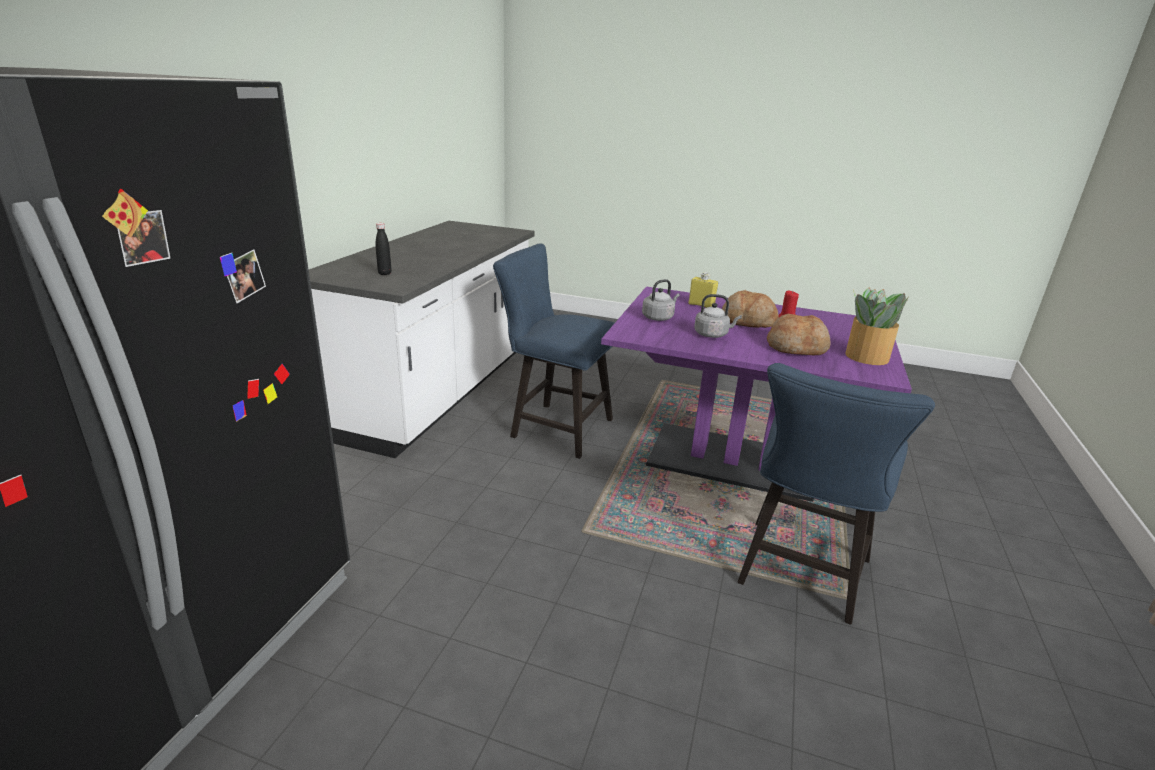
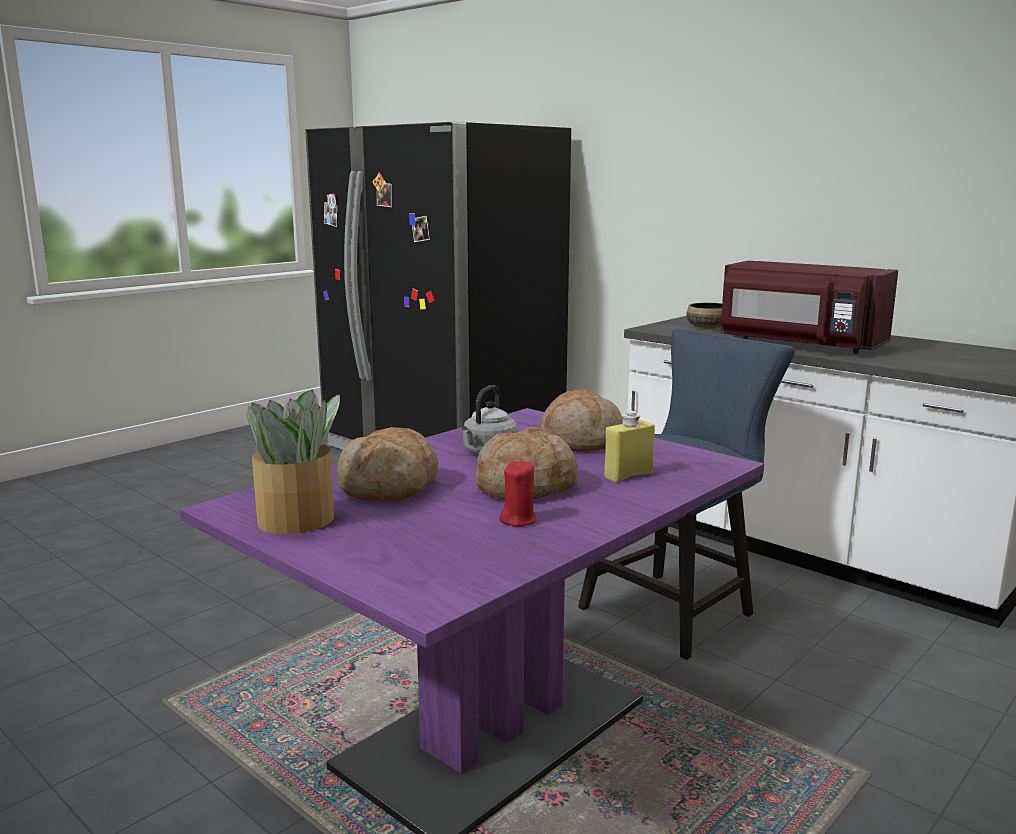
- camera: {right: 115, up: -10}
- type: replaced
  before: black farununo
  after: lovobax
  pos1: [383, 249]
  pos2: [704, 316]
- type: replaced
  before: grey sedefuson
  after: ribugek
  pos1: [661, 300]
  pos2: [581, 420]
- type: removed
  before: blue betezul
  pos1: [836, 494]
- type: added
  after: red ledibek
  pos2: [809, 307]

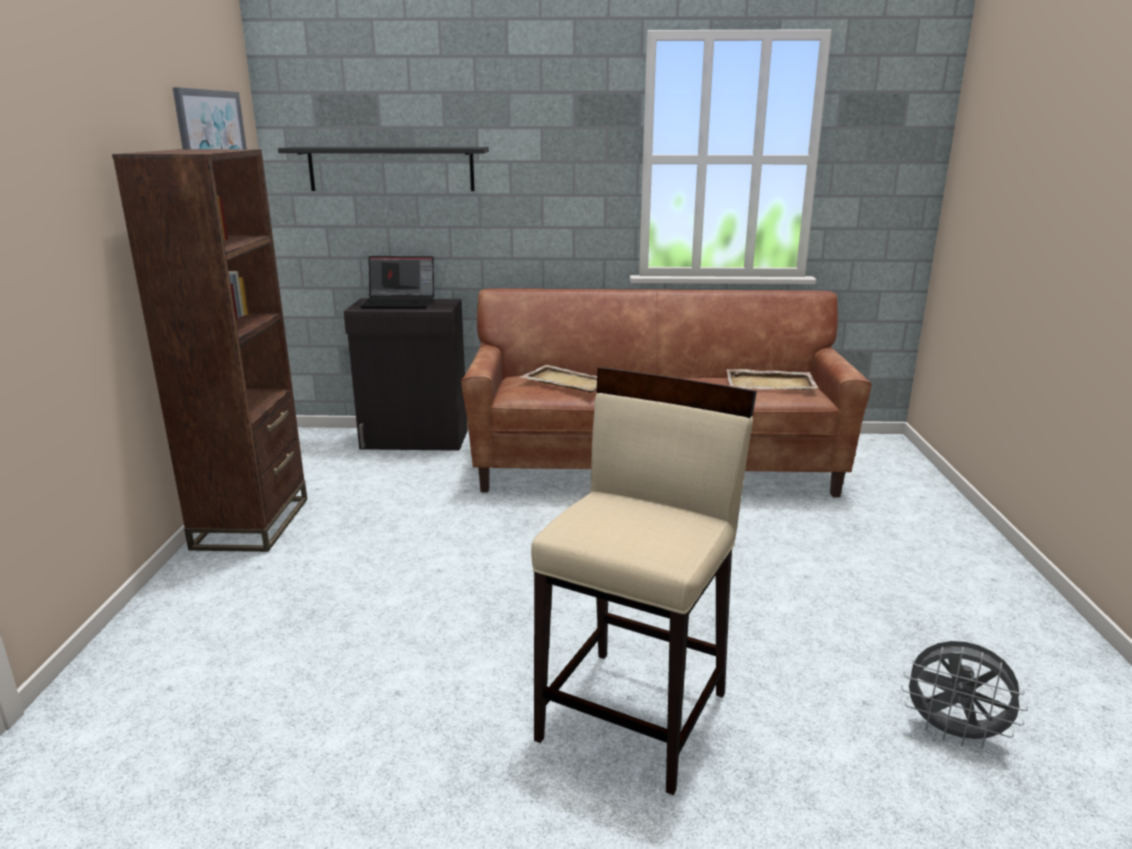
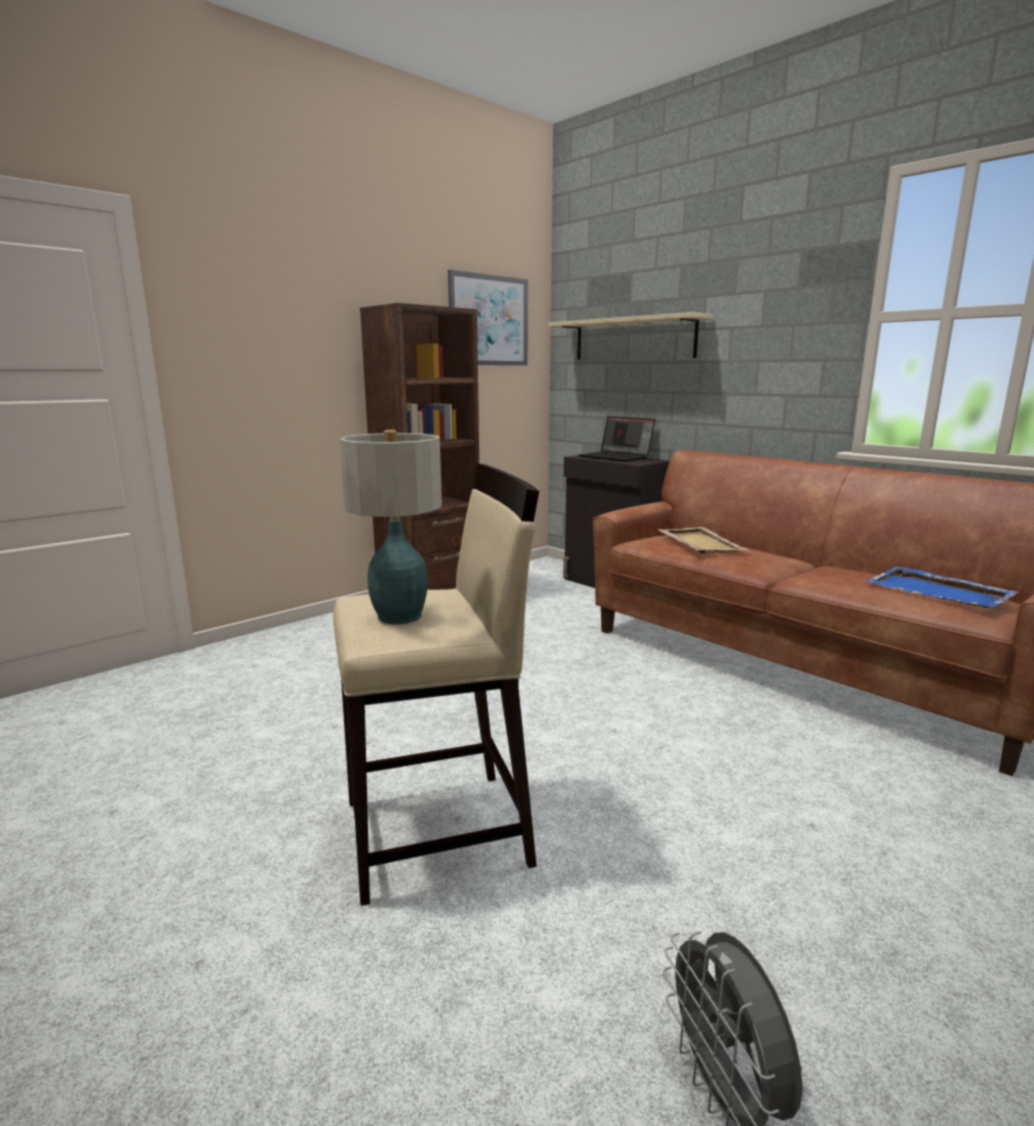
- camera: {right: 45, up: -5}
- type: recoloured
  before: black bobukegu
  after: beige bobukegu
  pos1: [383, 169]
  pos2: [630, 336]
- type: recoloured
  before: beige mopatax
  after: blue mopatax
  pos1: [772, 379]
  pos2: [942, 587]
- type: added
  after: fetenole
  pos2: [391, 527]

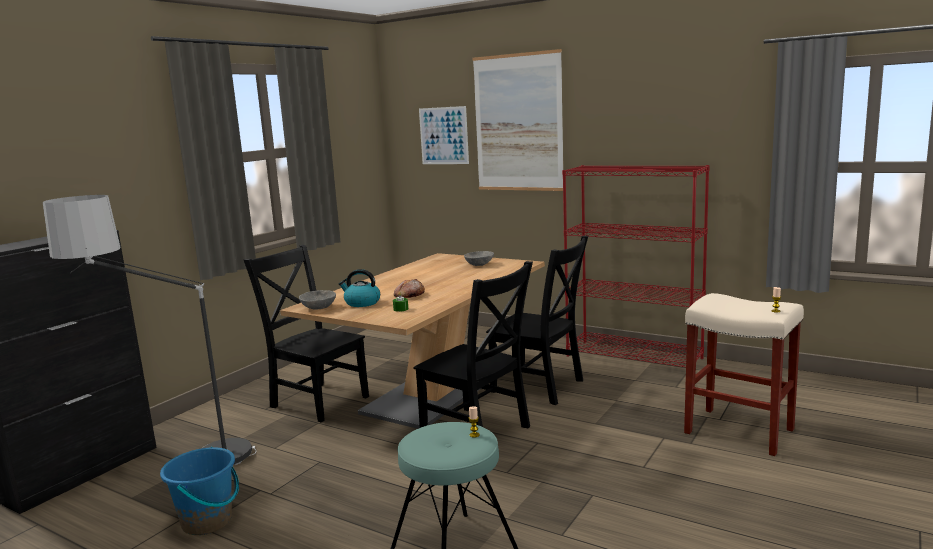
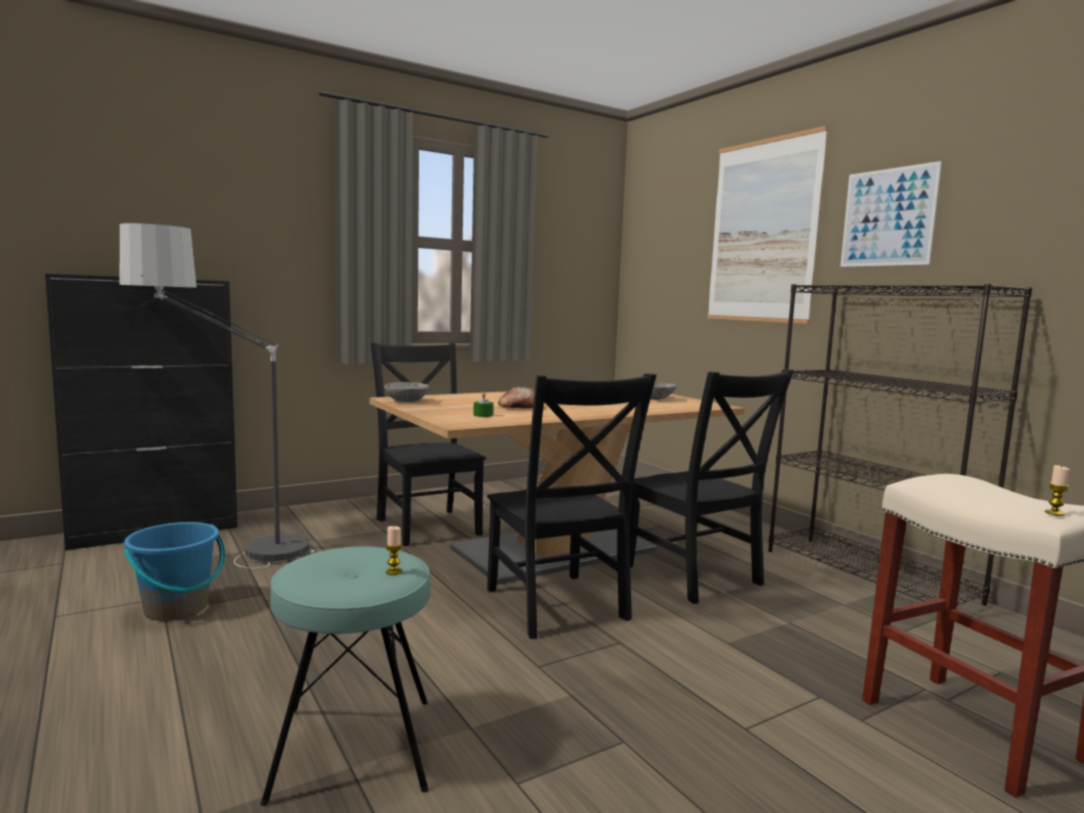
- camera: {right: 25, up: -5}
- type: removed
  before: sedefuson
  pos1: [359, 288]
- type: moved
  before: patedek
  pos1: [444, 135]
  pos2: [891, 214]
- type: recoloured
  before: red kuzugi
  after: black kuzugi
  pos1: [636, 266]
  pos2: [900, 445]

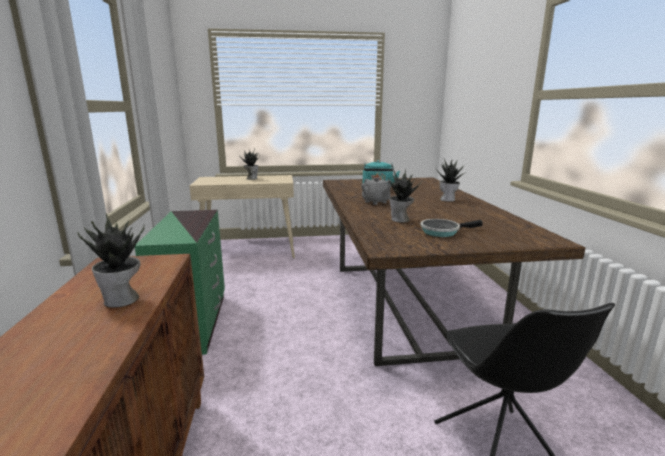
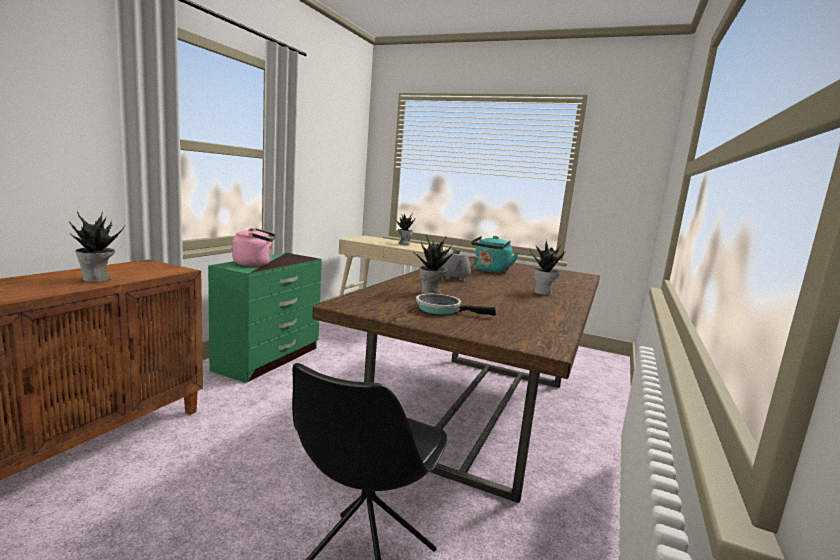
- camera: {right: 30, up: -5}
- type: added
  after: pink sedefuson
  pos2: [254, 247]

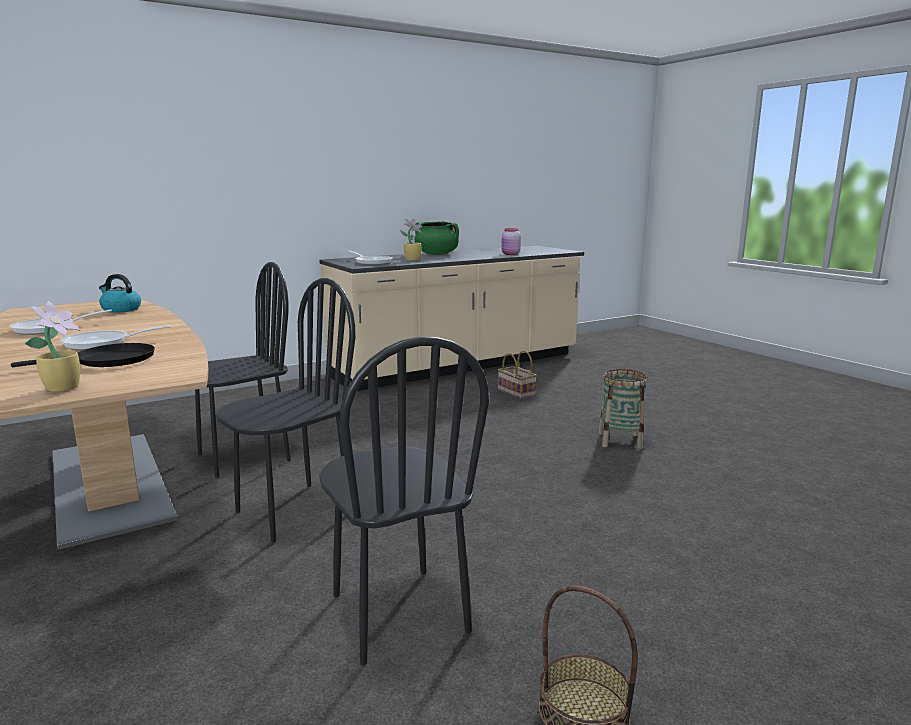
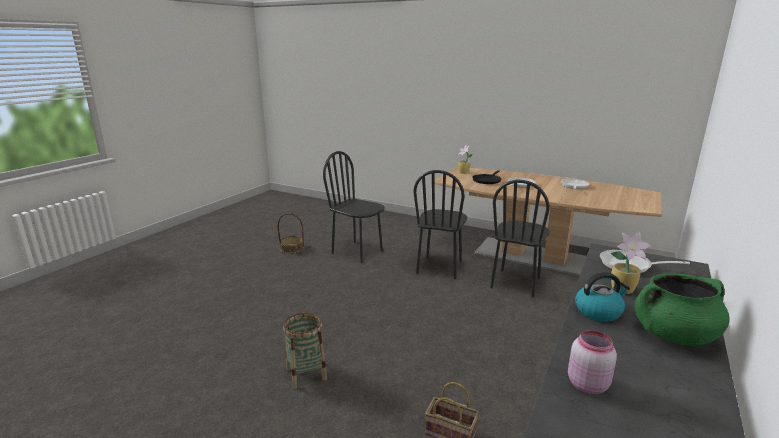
- camera: {right: 150, up: 5}
- type: moved
  before: sedefuson
  pos1: [120, 293]
  pos2: [602, 296]

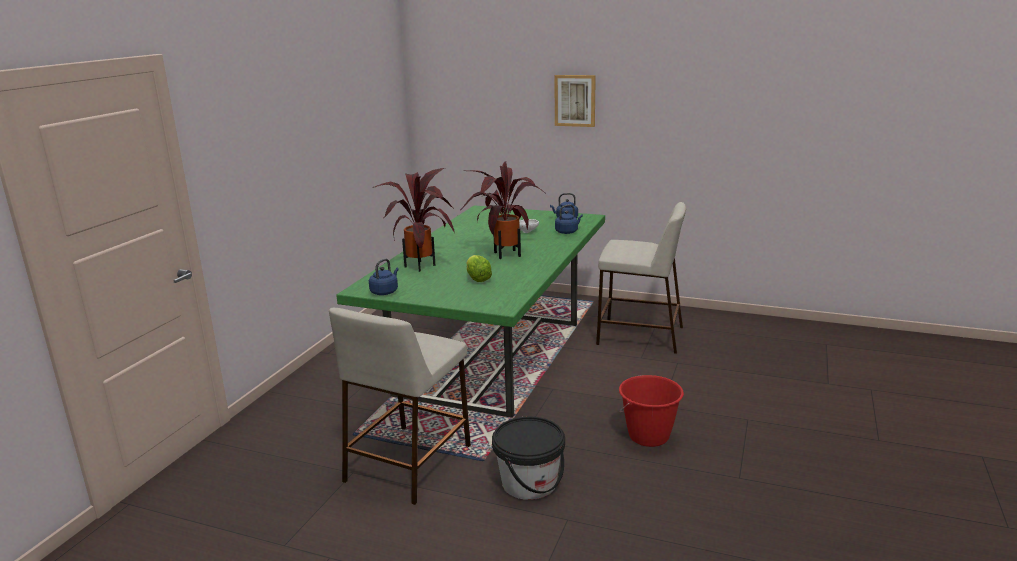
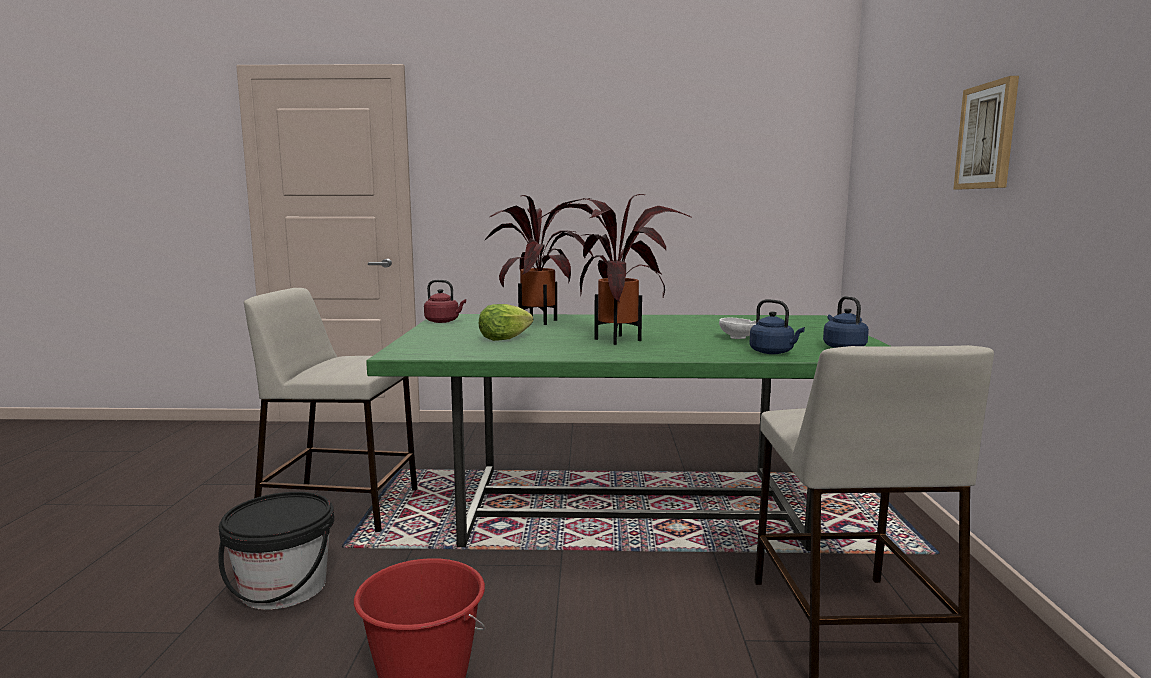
- camera: {right: 70, up: -10}
- type: recoloured
  before: blue sedefuson
  after: red sedefuson
  pos1: [384, 276]
  pos2: [445, 301]

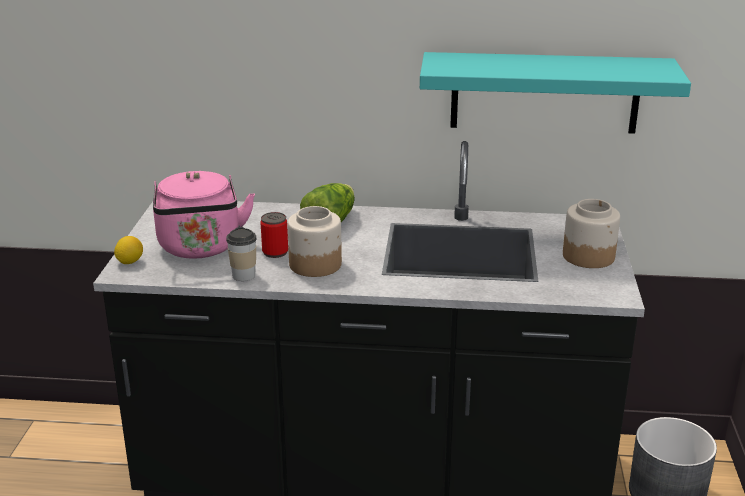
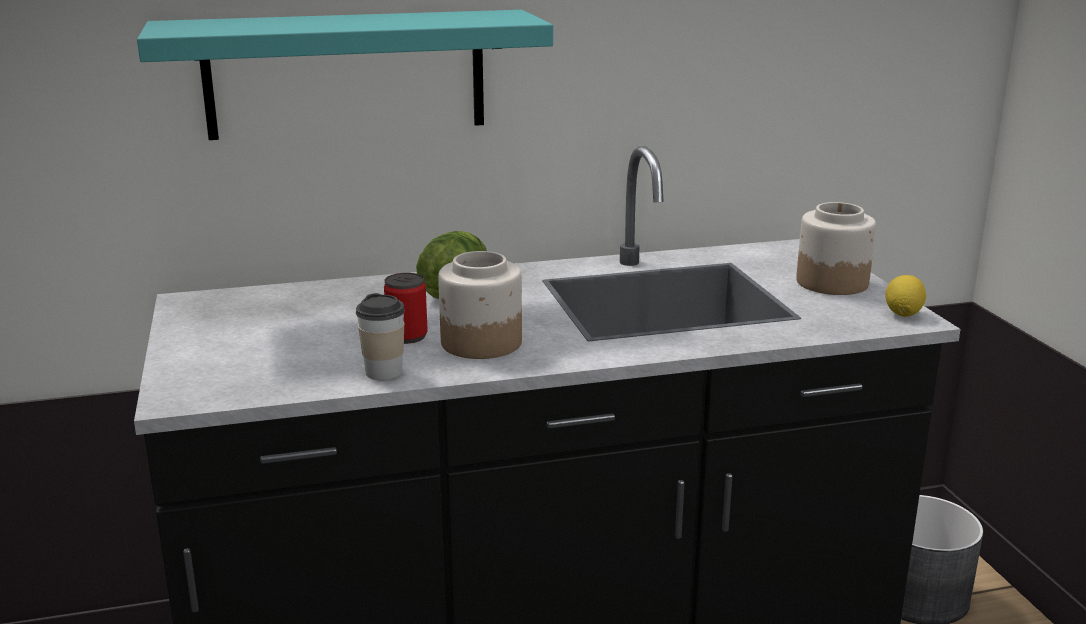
- camera: {right: -20, up: -5}
- type: moved
  before: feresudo
  pos1: [128, 250]
  pos2: [905, 296]
- type: removed
  before: pink sedefuson
  pos1: [204, 215]
- type: moved
  before: turquoise bobukegu
  pos1: [555, 93]
  pos2: [345, 75]

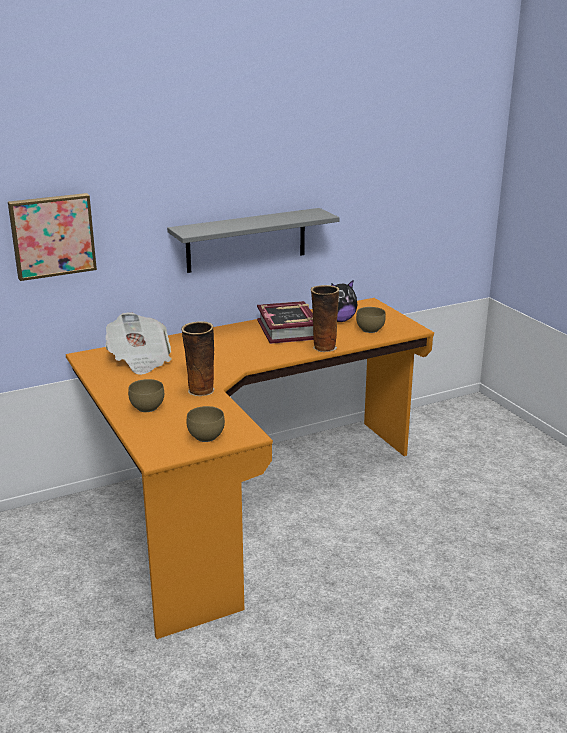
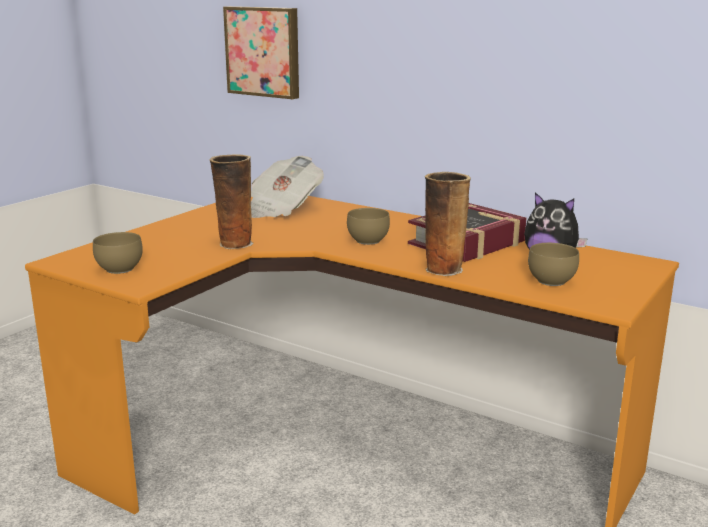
- camera: {right: 60, up: -5}
- type: moved
  before: brown lovobax
  pos1: [146, 395]
  pos2: [368, 226]
- type: removed
  before: grey bobukegu
  pos1: [253, 240]

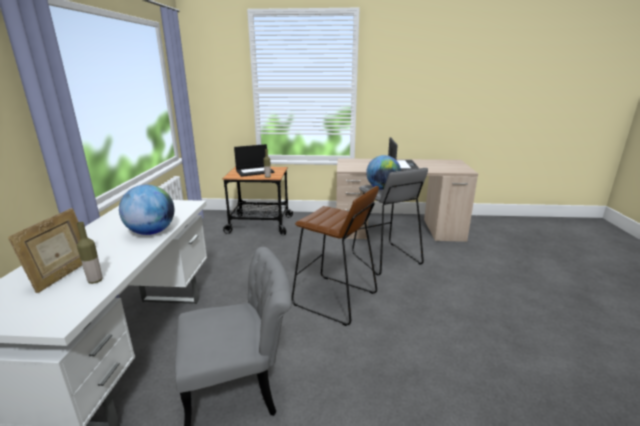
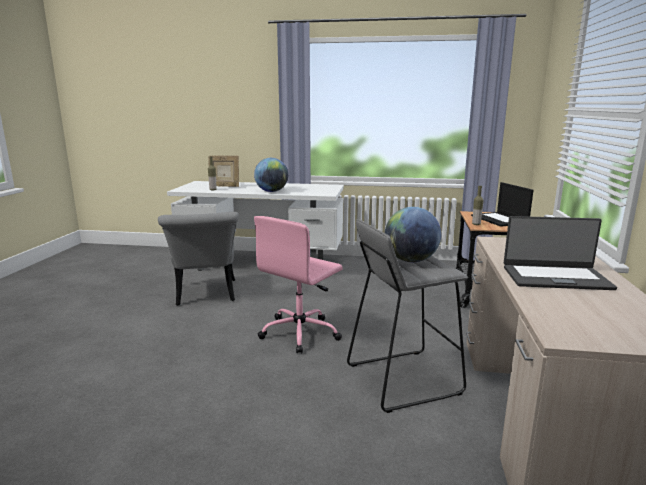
- camera: {right: 95, up: -5}
- type: replaced
  before: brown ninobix
  after: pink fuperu
  pos1: [335, 256]
  pos2: [298, 285]

